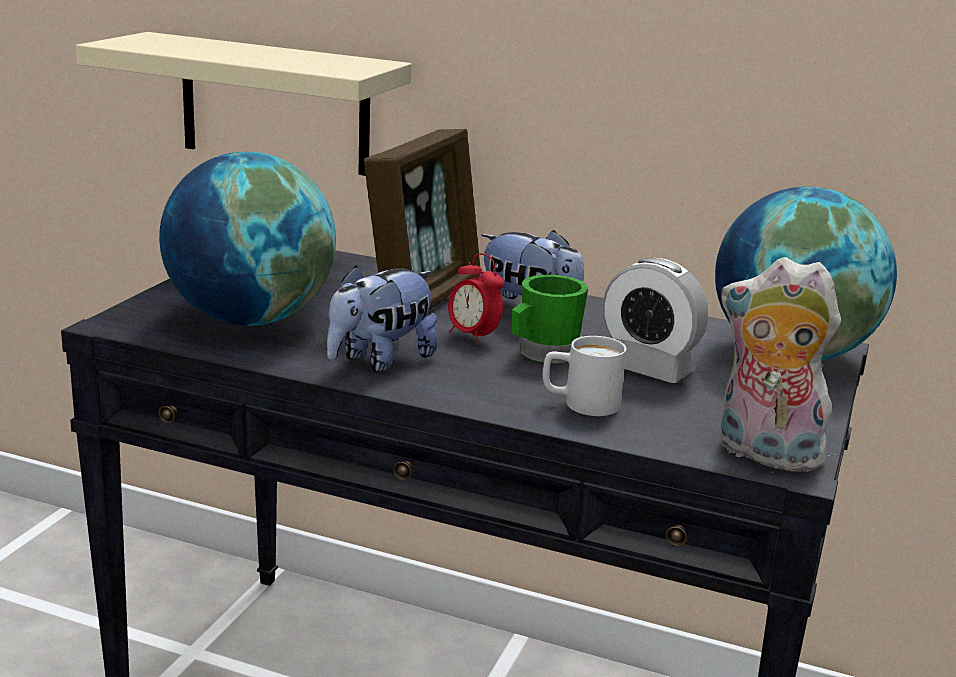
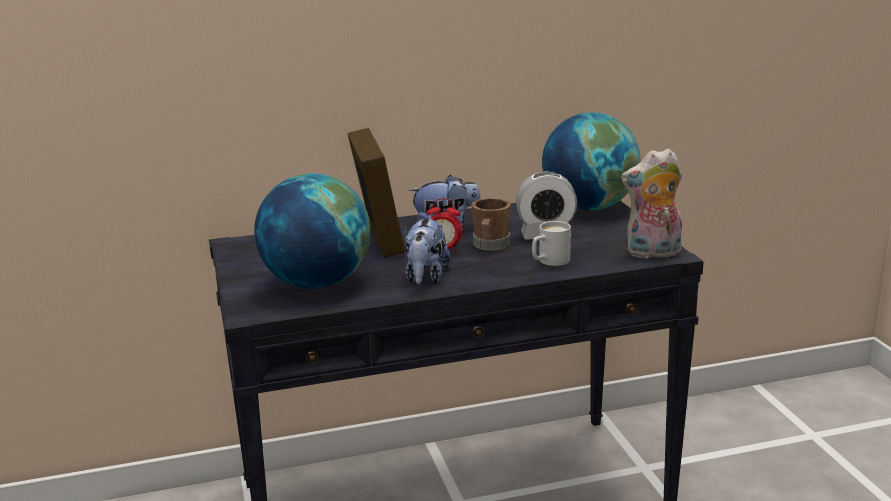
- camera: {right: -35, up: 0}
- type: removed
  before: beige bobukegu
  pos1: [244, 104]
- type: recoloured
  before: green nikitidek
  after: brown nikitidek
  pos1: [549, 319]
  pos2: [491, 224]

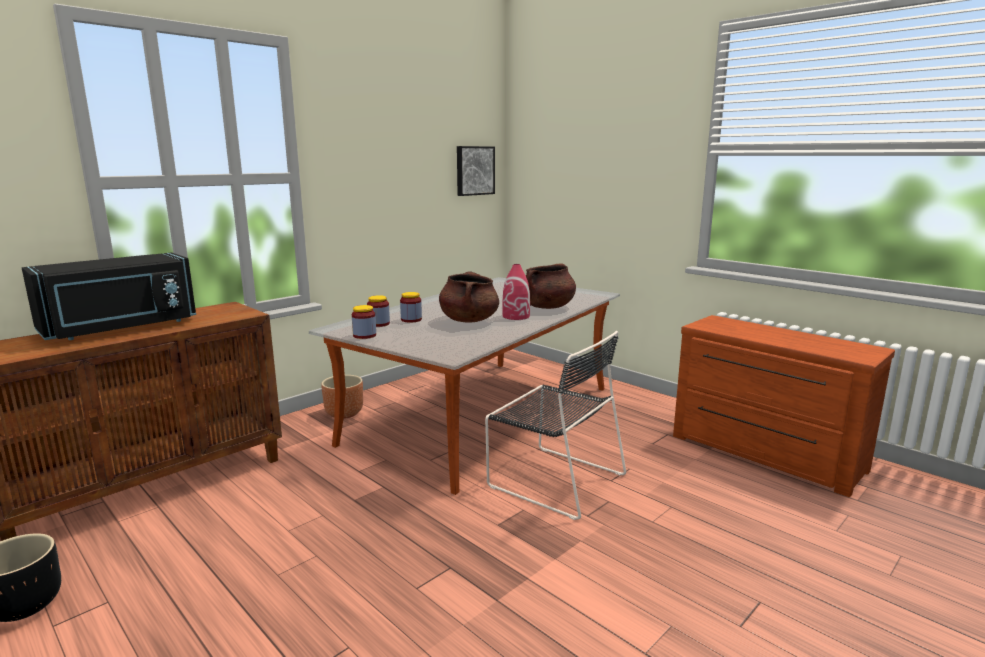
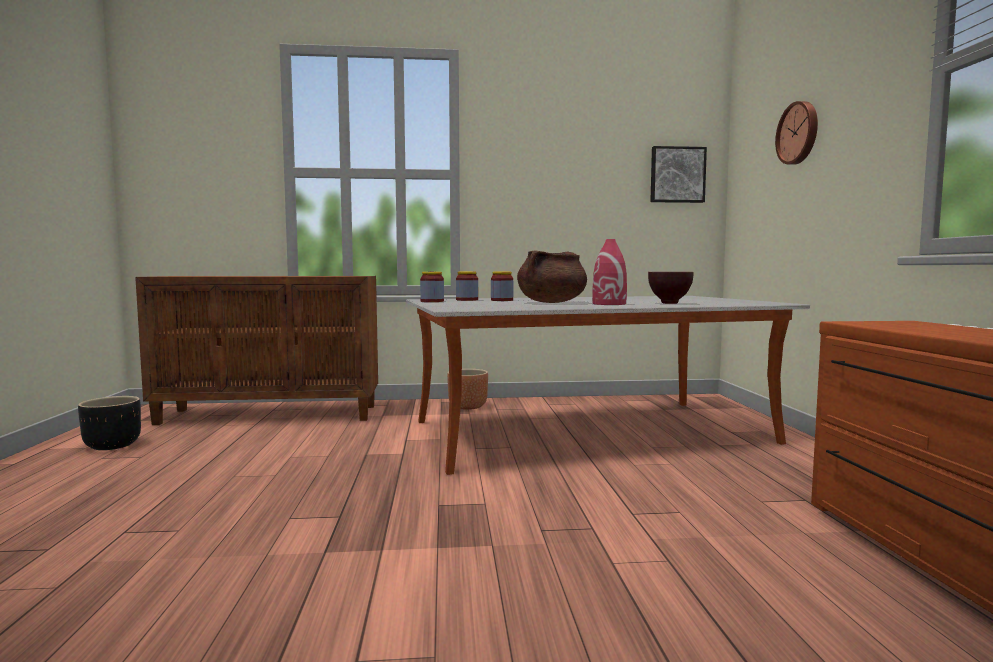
- camera: {right: 40, up: -10}
- type: removed
  before: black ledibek
  pos1: [109, 296]
- type: removed
  before: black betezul
  pos1: [555, 425]
- type: replaced
  before: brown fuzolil
  after: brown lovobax
  pos1: [551, 286]
  pos2: [671, 288]
- type: added
  after: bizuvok
  pos2: [796, 133]

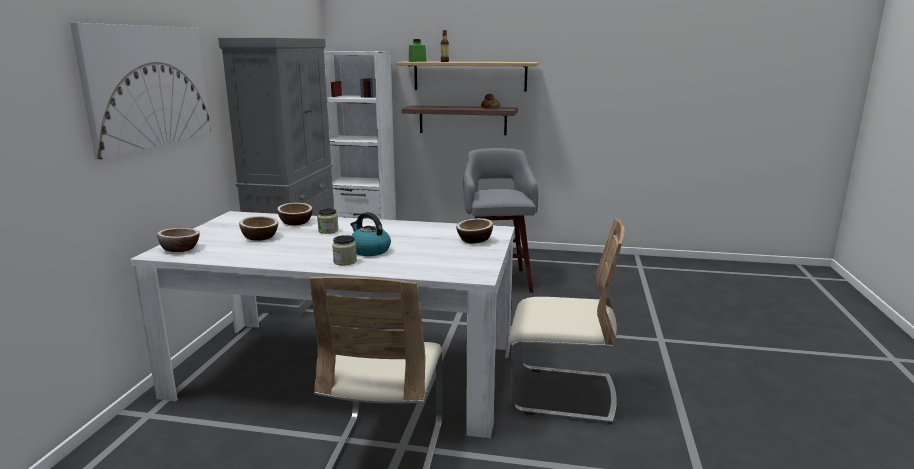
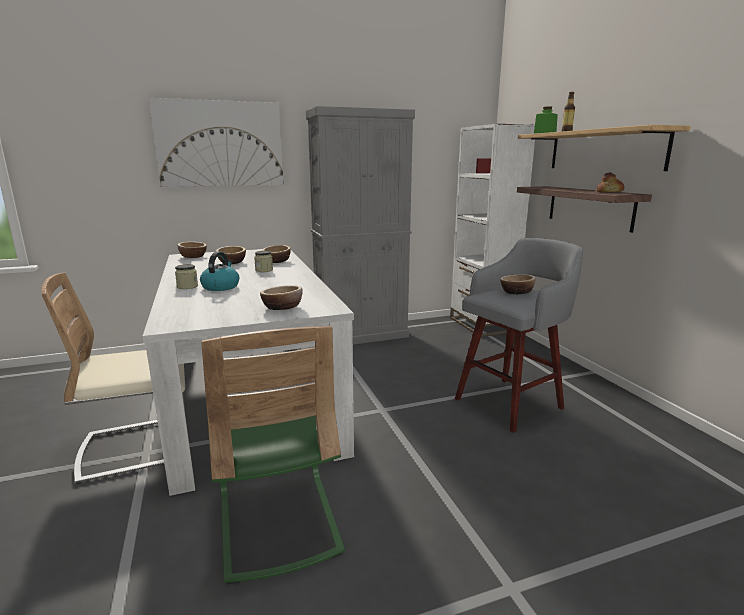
- camera: {right: 60, up: 0}
- type: recoloured
  before: beige betezul
  after: green betezul
  pos1: [566, 321]
  pos2: [273, 455]
- type: added
  after: lovobax
  pos2: [518, 284]

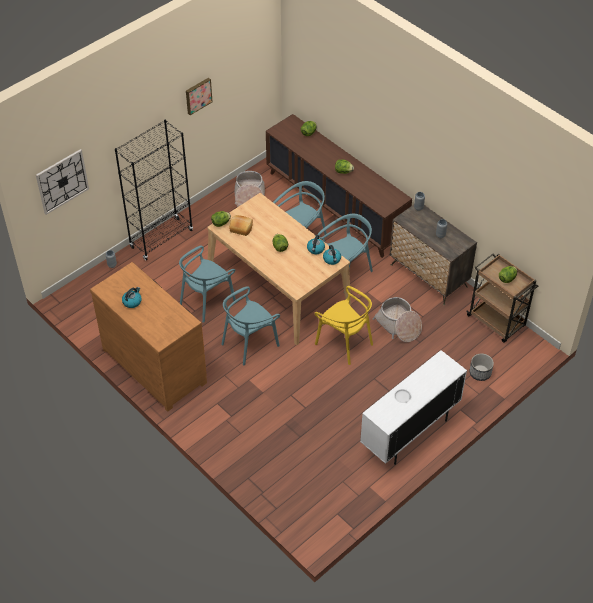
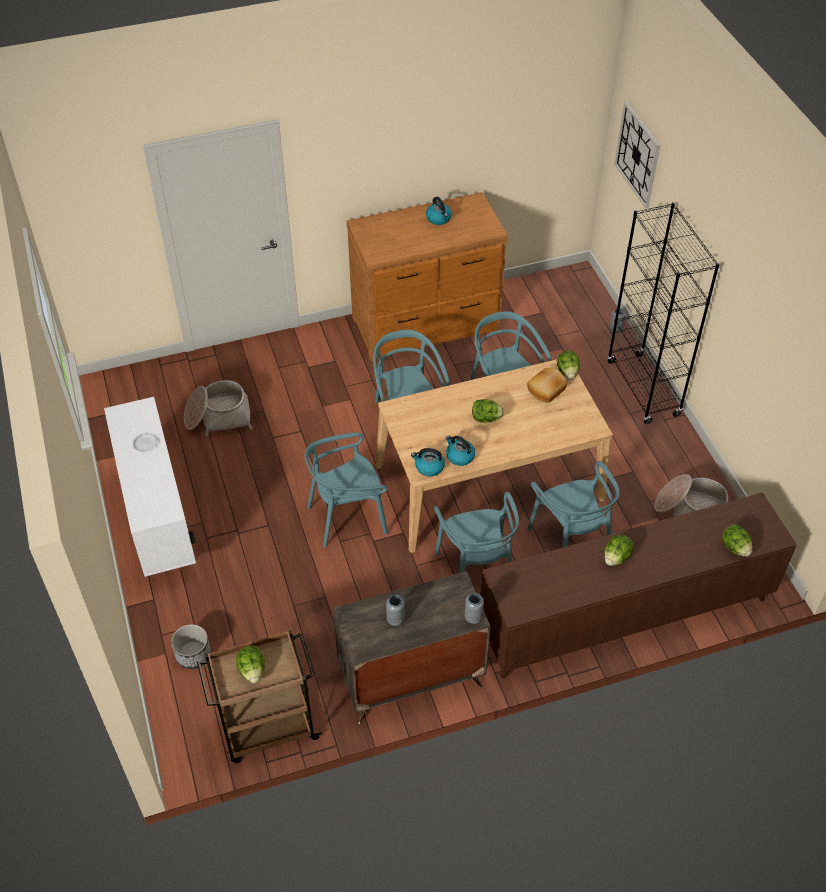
- camera: {right: 115, up: 0}
- type: removed
  before: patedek
  pos1: [199, 96]
- type: recoloured
  before: yellow betezul
  after: turquoise betezul
  pos1: [343, 325]
  pos2: [346, 490]
- type: moved
  before: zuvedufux
  pos1: [397, 319]
  pos2: [218, 408]

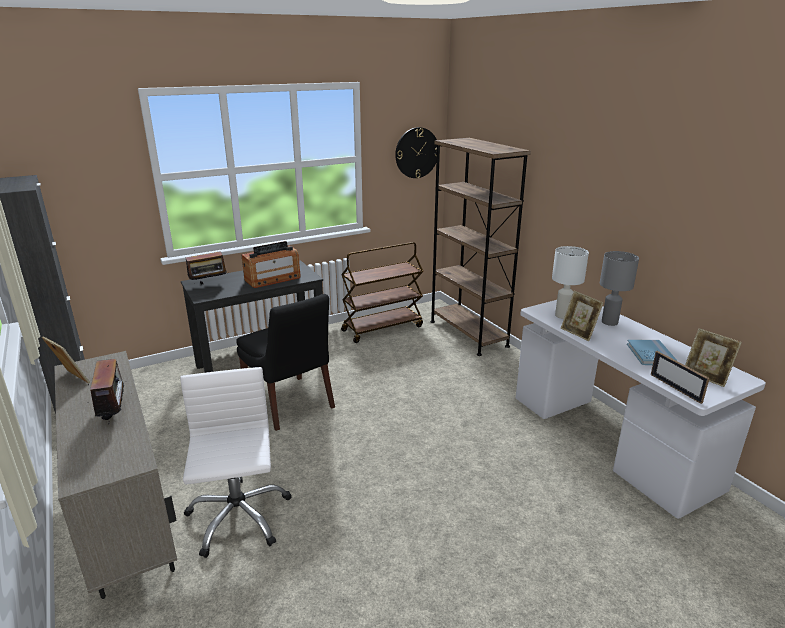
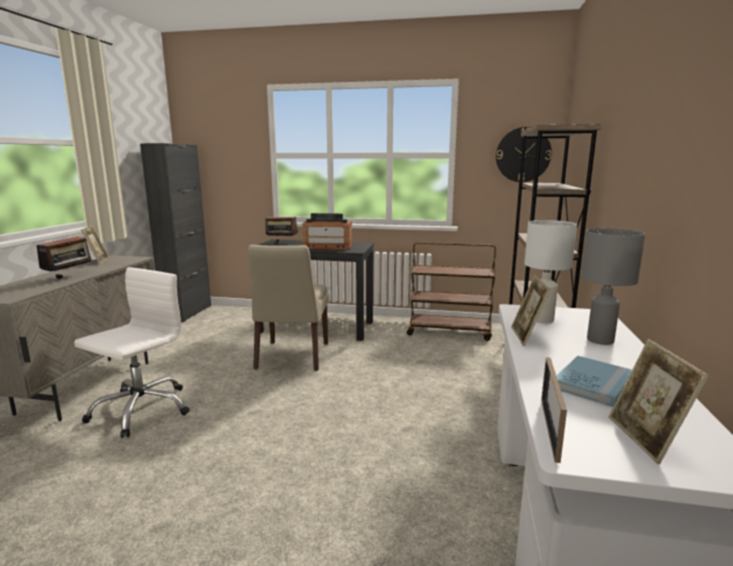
- camera: {right: 40, up: -10}
- type: recoloured
  before: black betezul
  after: beige betezul
  pos1: [285, 362]
  pos2: [288, 308]

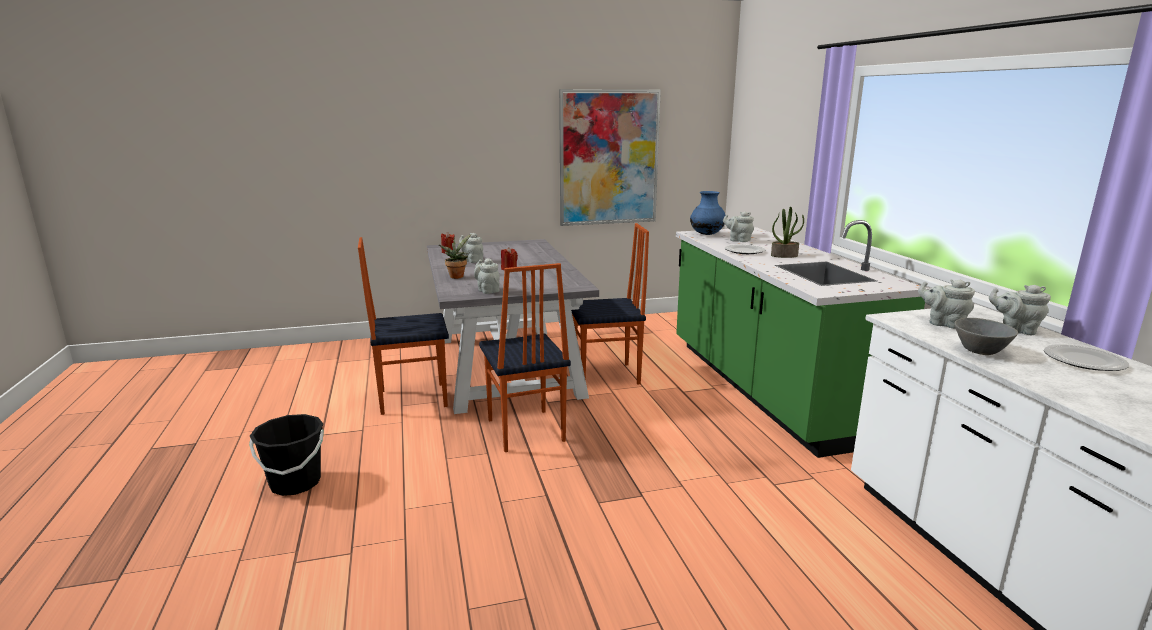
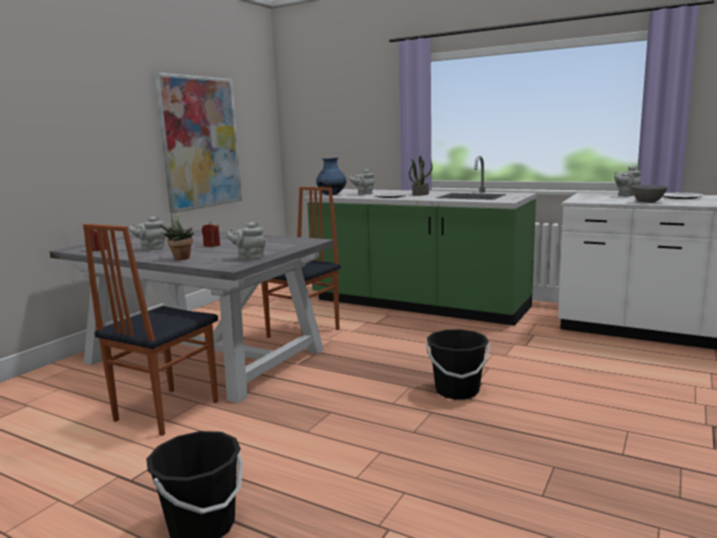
- camera: {right: -45, up: -5}
- type: removed
  before: betezul
  pos1: [525, 357]
- type: removed
  before: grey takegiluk
  pos1: [946, 304]
- type: added
  after: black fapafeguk
  pos2: [458, 364]

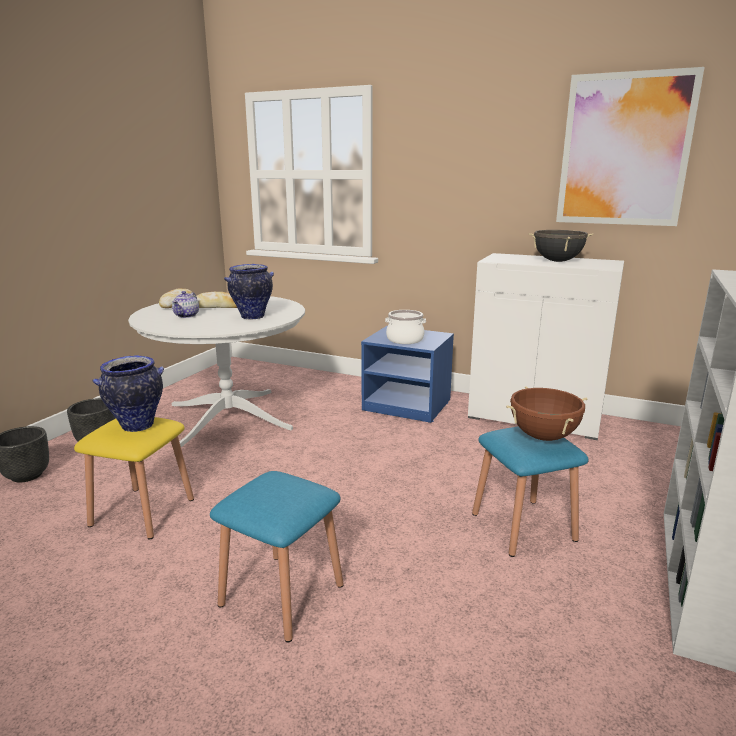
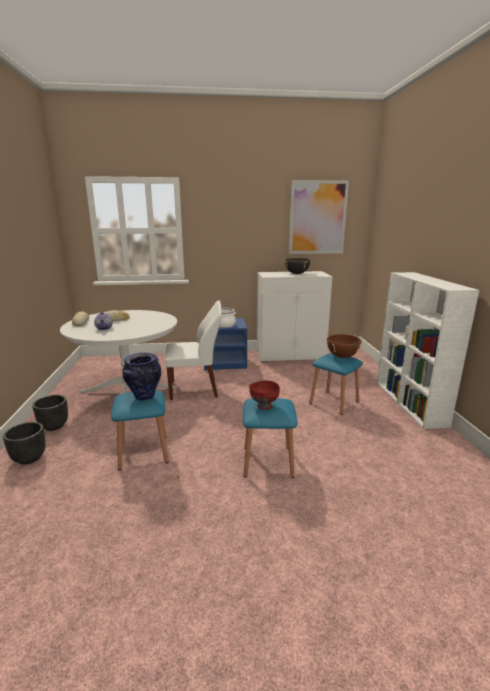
- camera: {right: -30, up: 0}
- type: recoloured
  before: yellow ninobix
  after: blue ninobix
  pos1: [134, 478]
  pos2: [140, 430]
- type: removed
  before: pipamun
  pos1: [249, 292]
- type: added
  after: white betezul
  pos2: [193, 350]
- type: added
  after: red lovobax
  pos2: [264, 395]

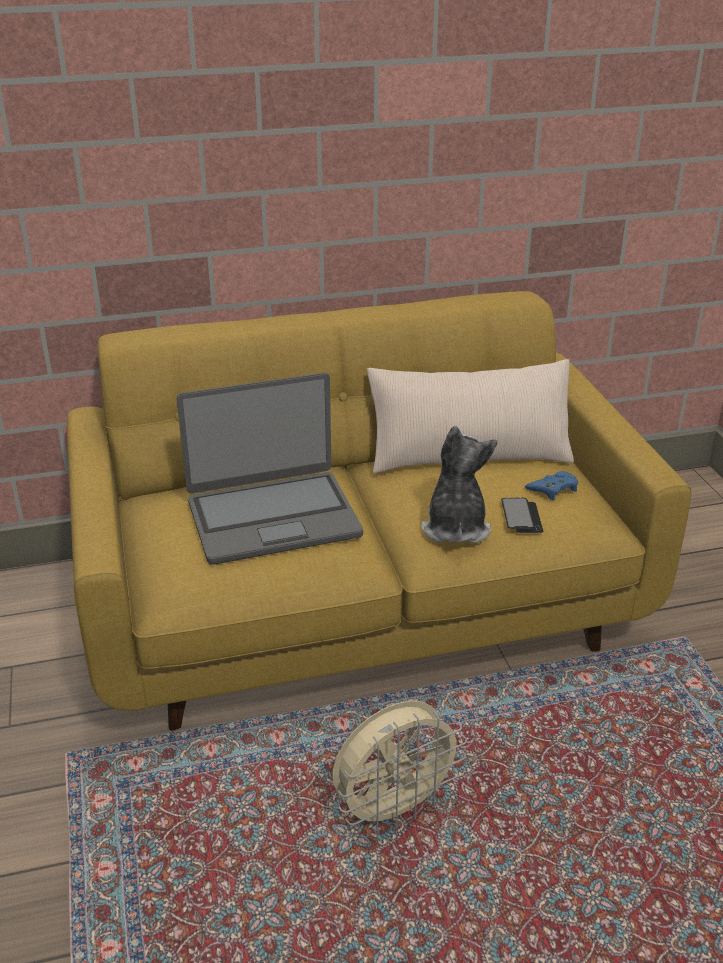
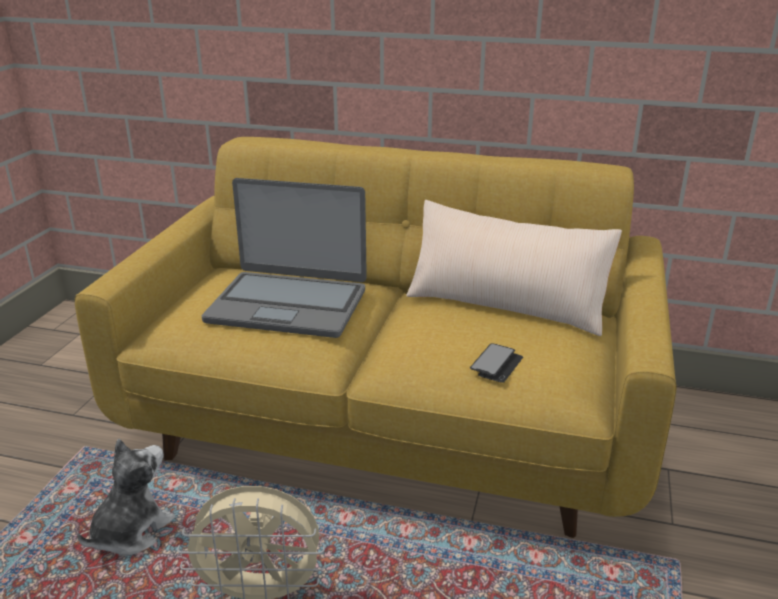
- camera: {right: 30, up: -5}
- type: moved
  before: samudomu
  pos1: [459, 484]
  pos2: [126, 497]
- type: removed
  before: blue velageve
  pos1: [551, 486]

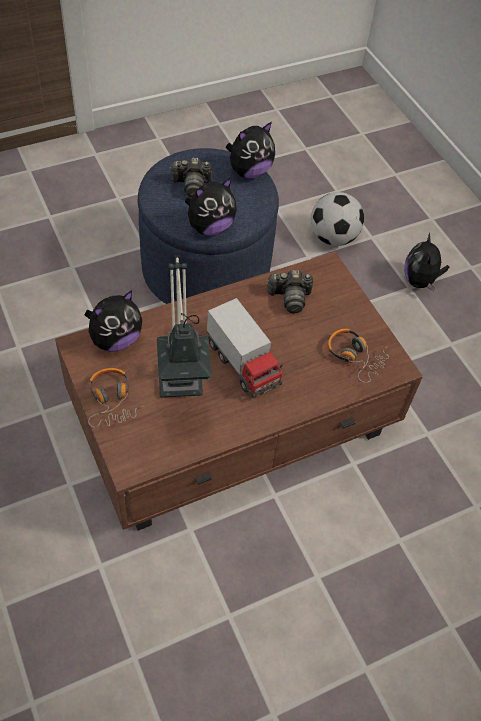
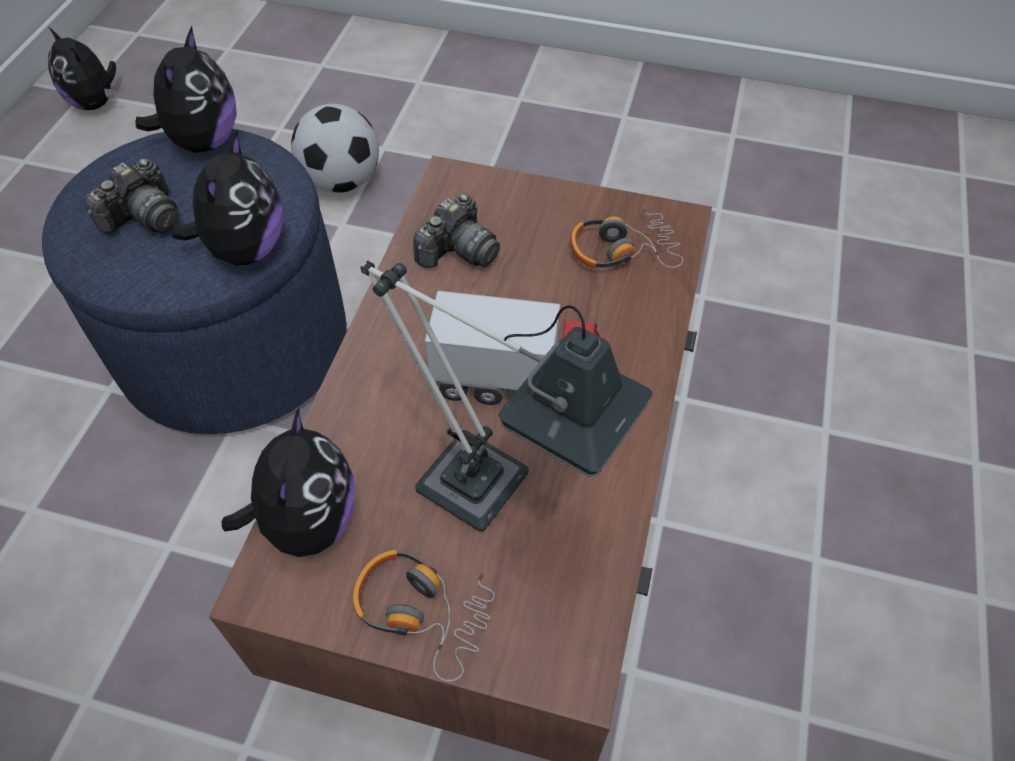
- camera: {right: -45, up: 0}
- type: moved
  before: samudomu
  pos1: [426, 262]
  pos2: [83, 68]

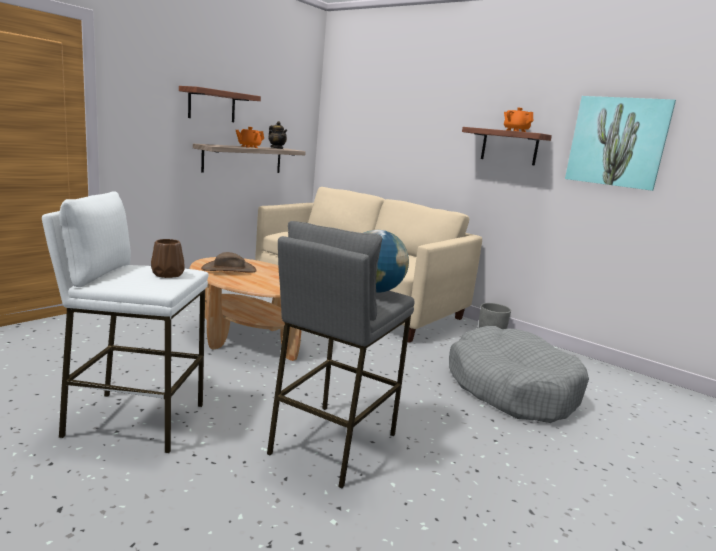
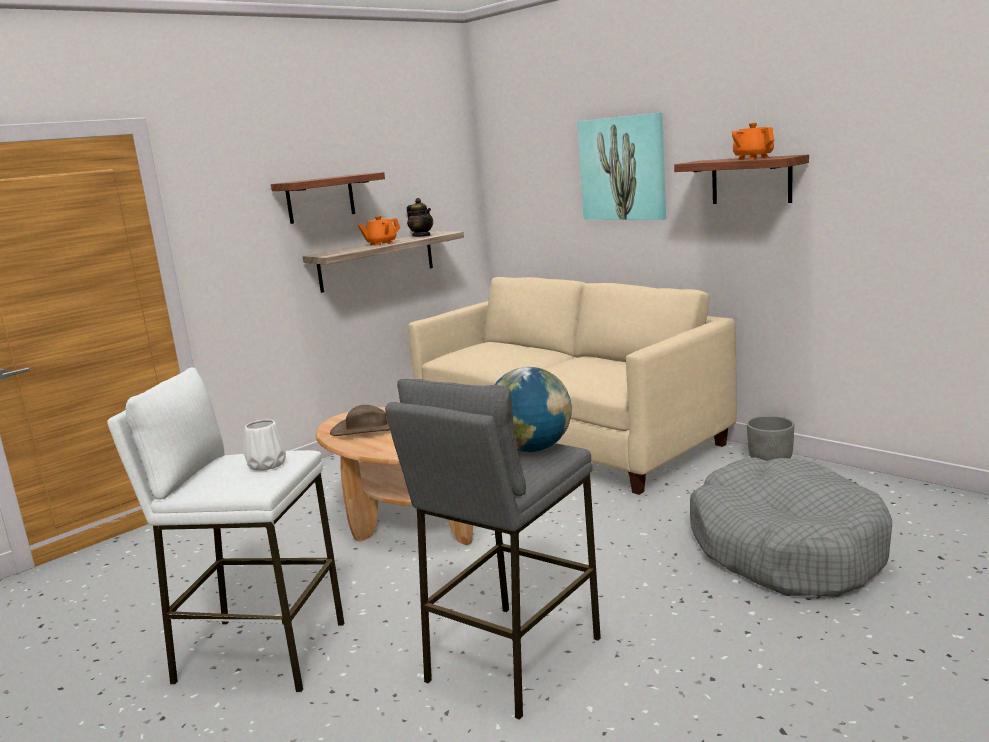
- camera: {right: 10, up: 0}
- type: recoloured
  before: brown pipamun
  after: white pipamun
  pos1: [168, 258]
  pos2: [264, 445]
- type: moved
  before: patedek
  pos1: [620, 143]
  pos2: [621, 166]

